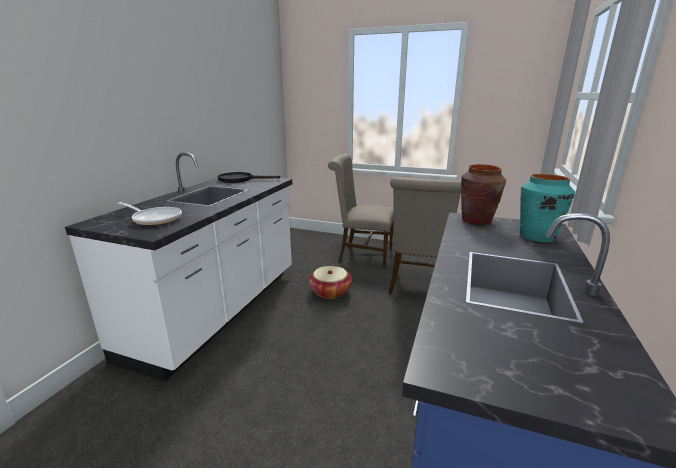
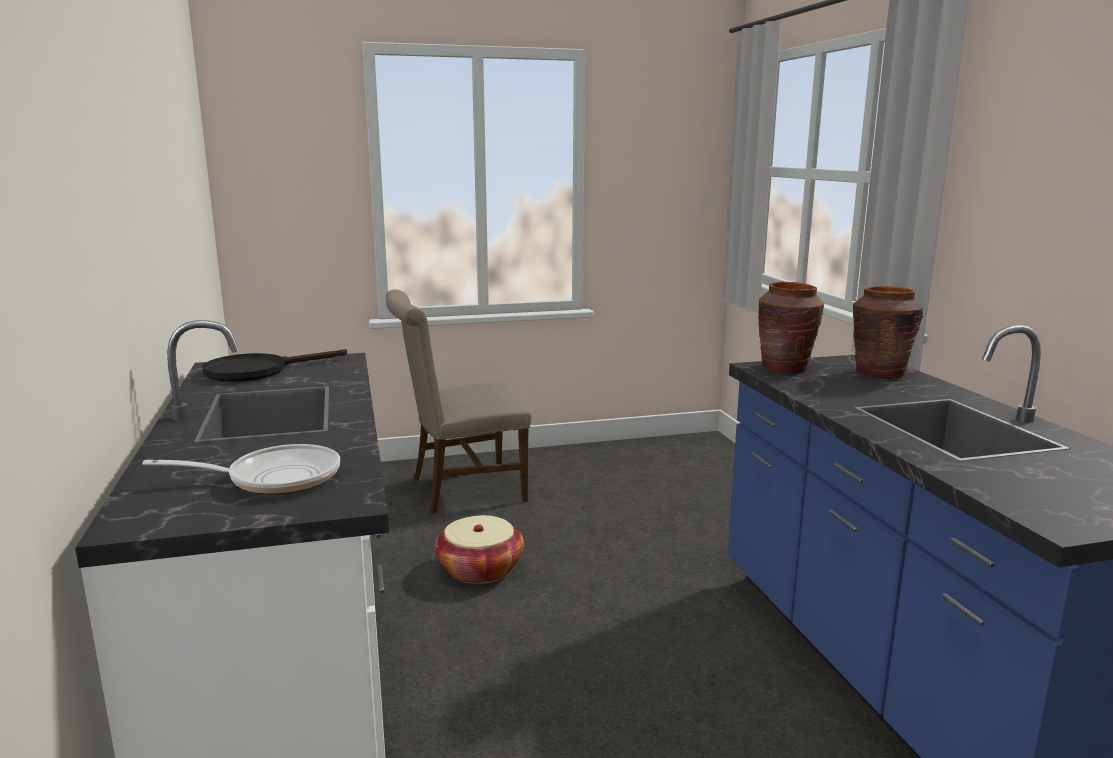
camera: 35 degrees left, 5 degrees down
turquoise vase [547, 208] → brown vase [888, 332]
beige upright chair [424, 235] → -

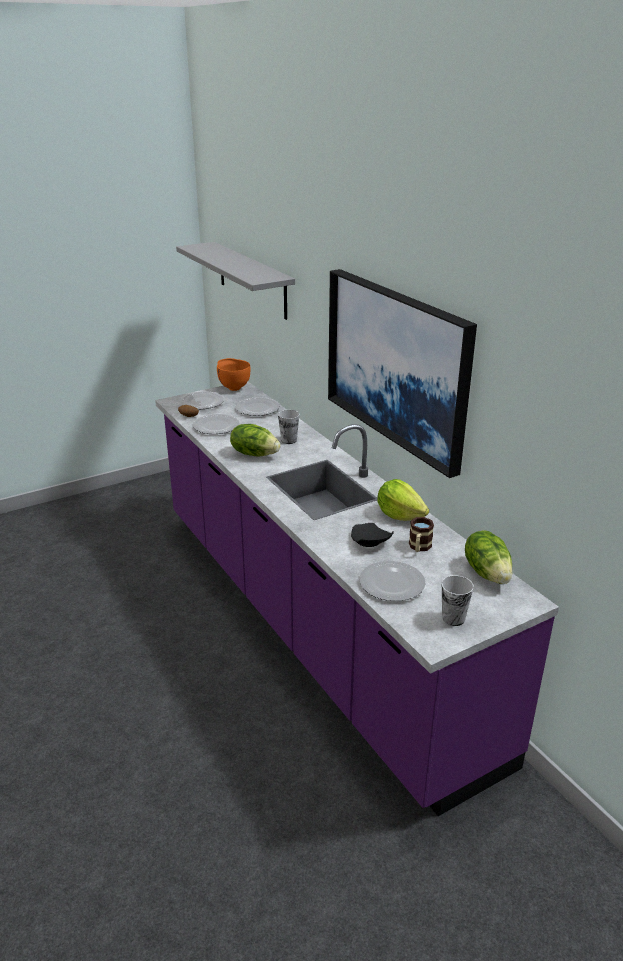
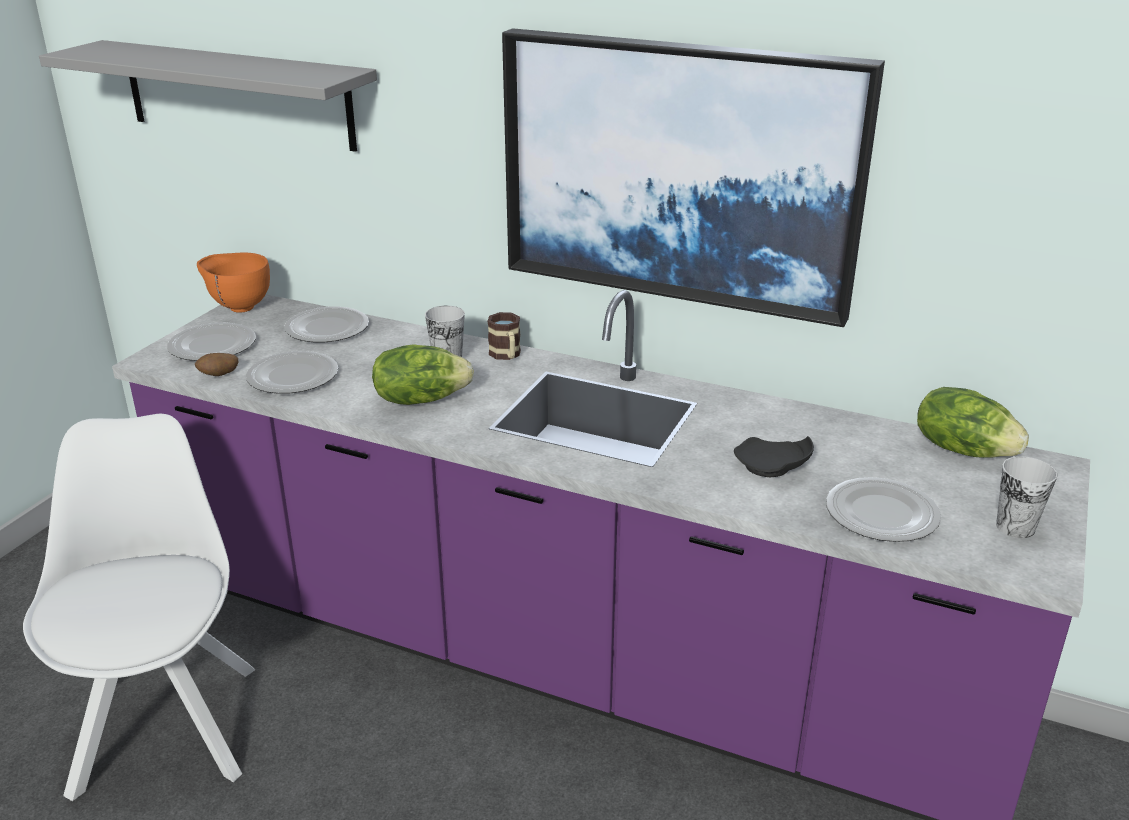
camera: 35 degrees left, 0 degrees up
- → whitish upright chair [139, 607]
tea mug [421, 534] → tea mug [504, 336], shifted
lettuce head [403, 500] → -

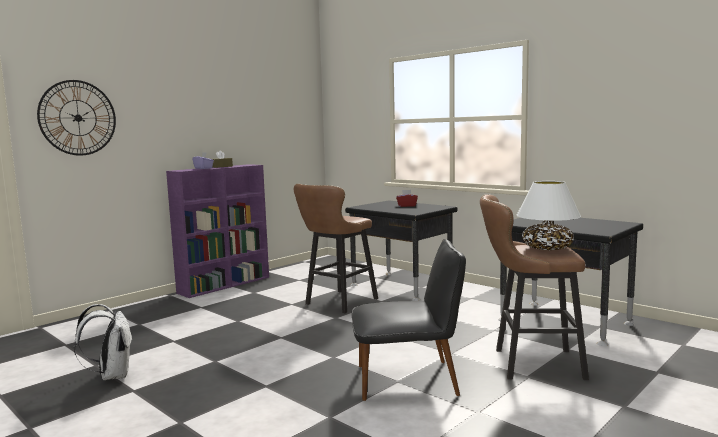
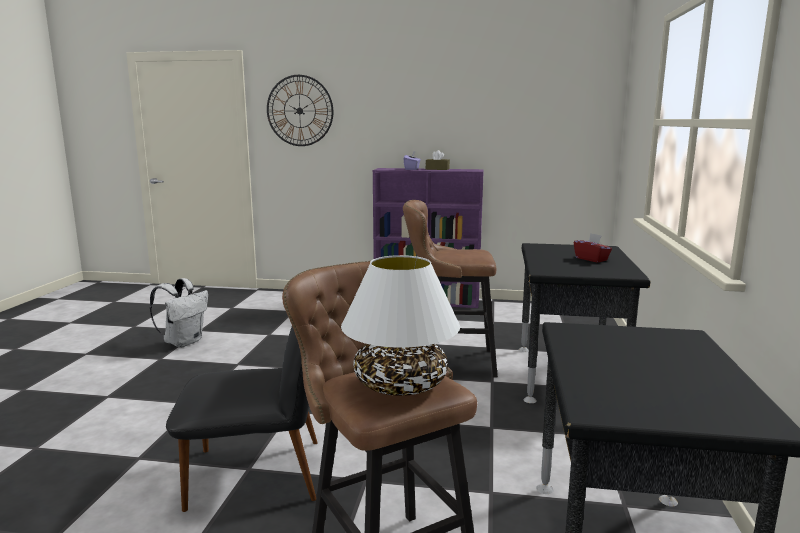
camera: 55 degrees right, 5 degrees up
black upright chair [409, 320] → black upright chair [241, 419], 60 degrees counterclockwise

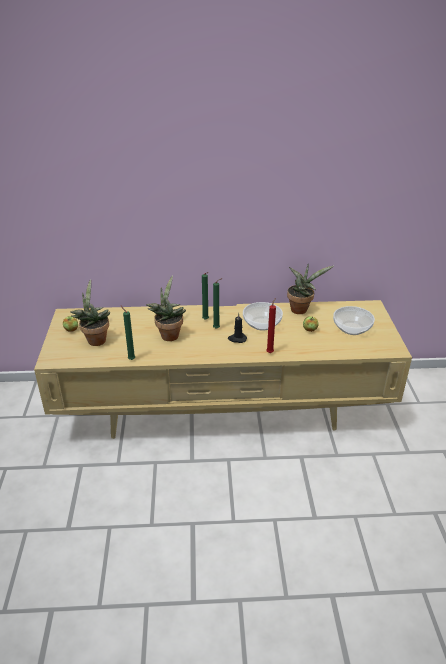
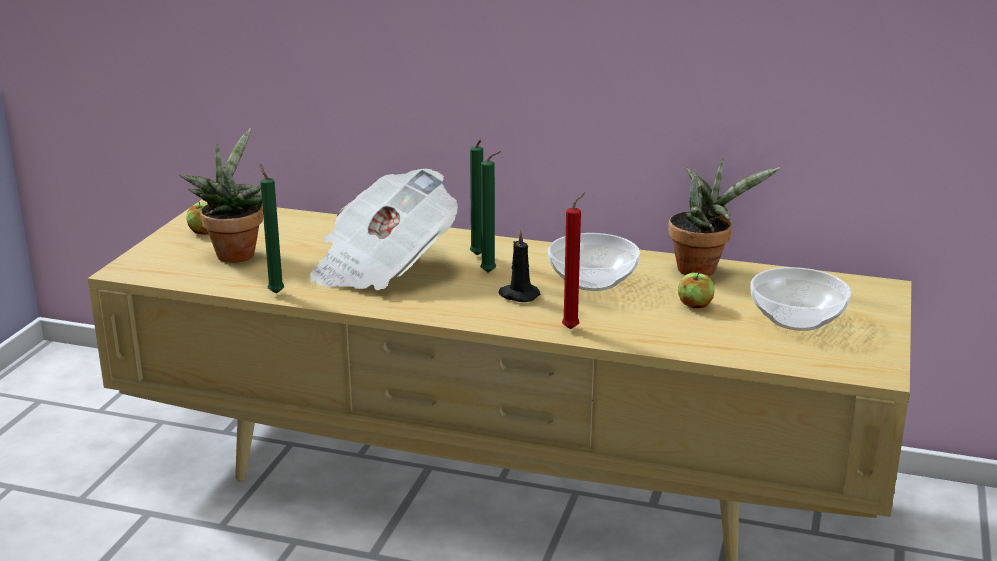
camera: 20 degrees right, 10 degrees down
houseplant [166, 308] → newspaper [384, 229]

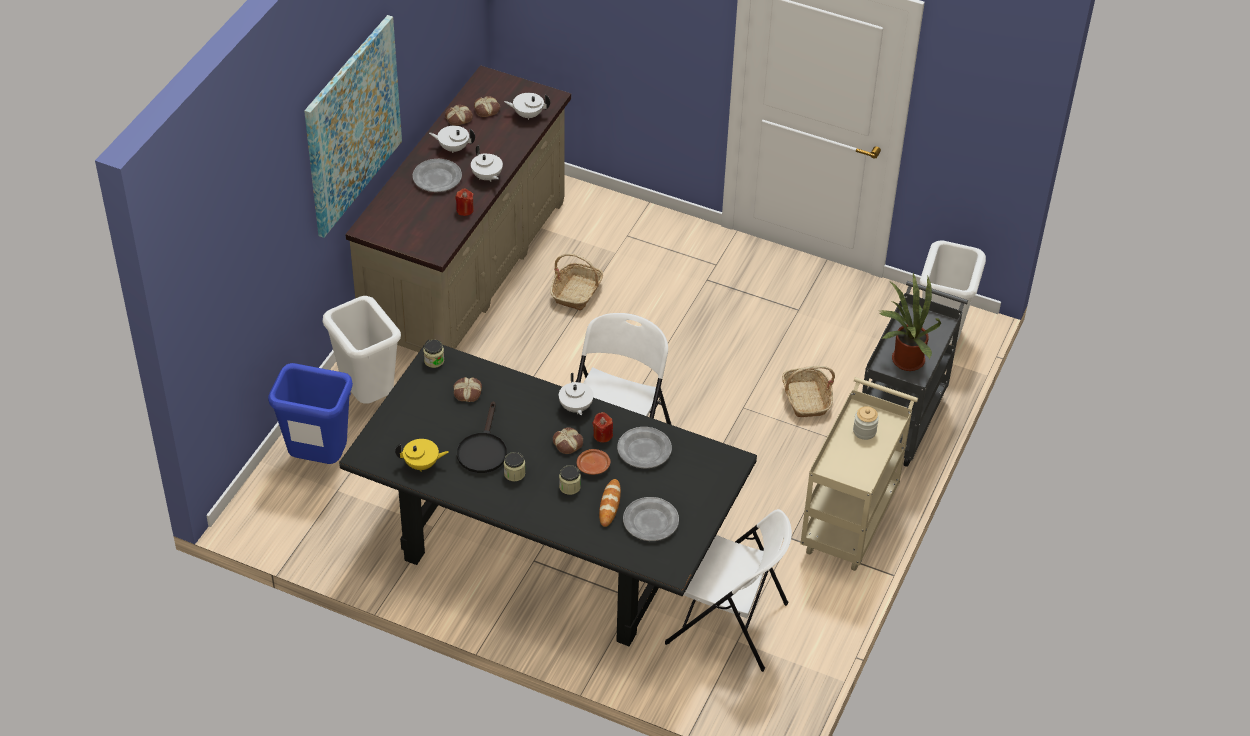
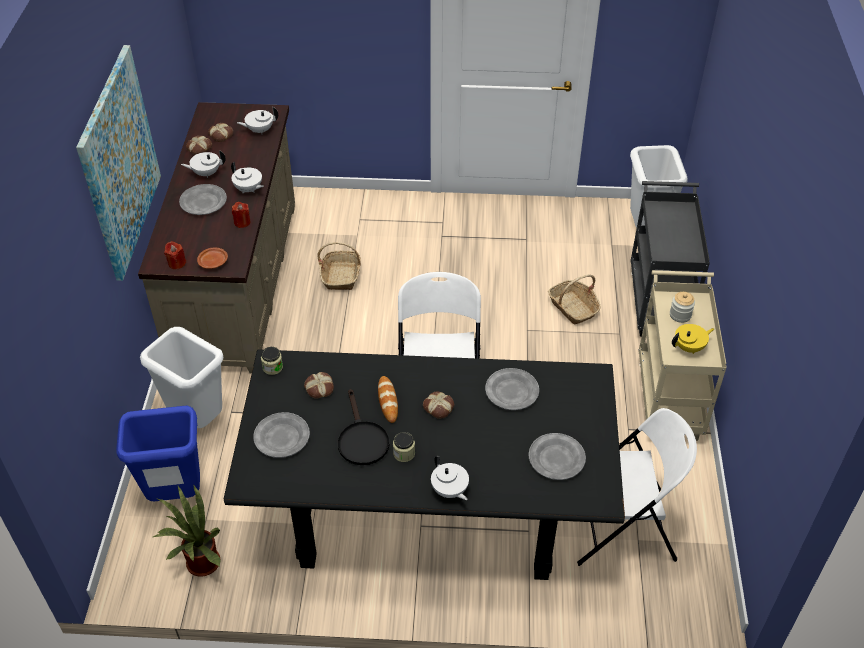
camera: 20 degrees left, 0 degrees up
houseplant [910, 322] → houseplant [187, 530], shifted
red wax candle [602, 427] → red wax candle [175, 255], shifted
brown plate [593, 462] → brown plate [212, 258], shifted
- → grey plate [281, 435]
bread [610, 503] → bread [388, 399], shifted
whitish pot for tea [576, 394] → whitish pot for tea [450, 478], shifted
yellow pot for tea [422, 455] → yellow pot for tea [693, 339], shifted
preserve jar [570, 480] → -

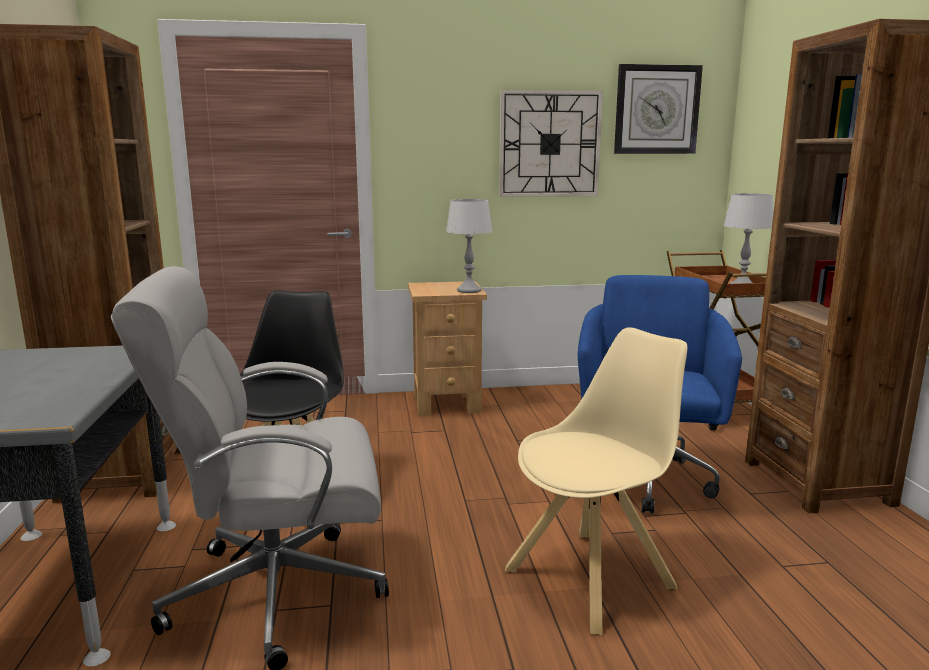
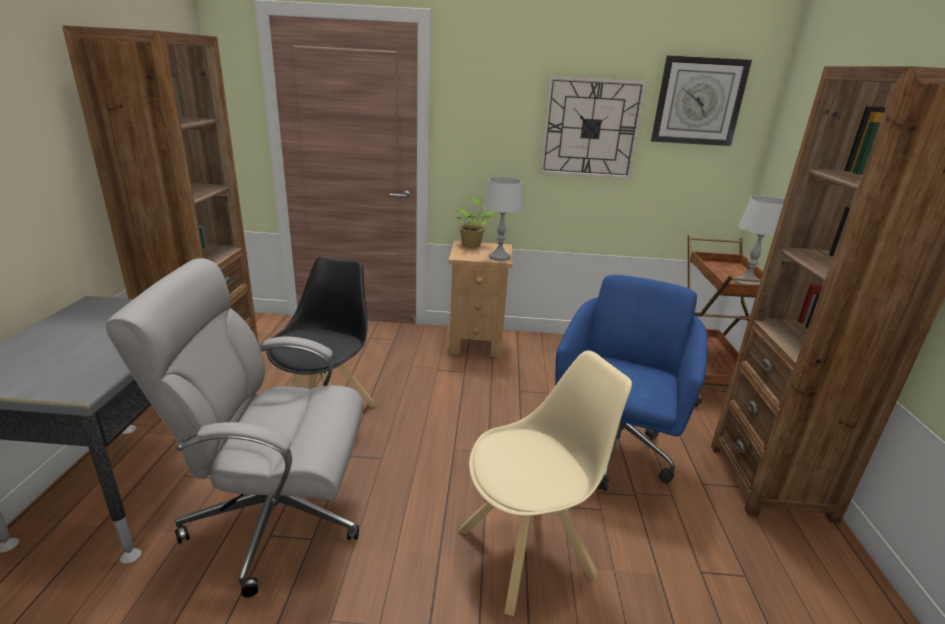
camera: 10 degrees right, 10 degrees up
- → houseplant [475, 223]

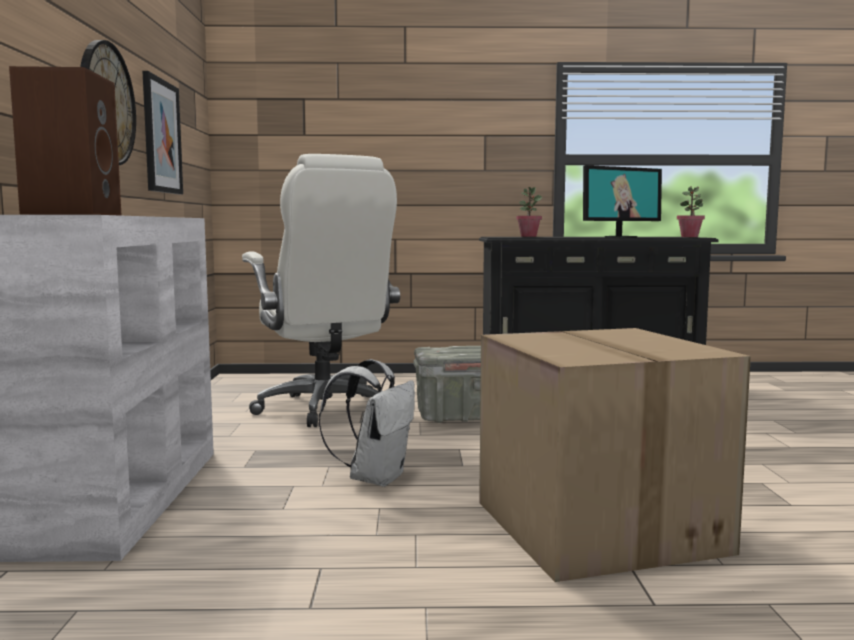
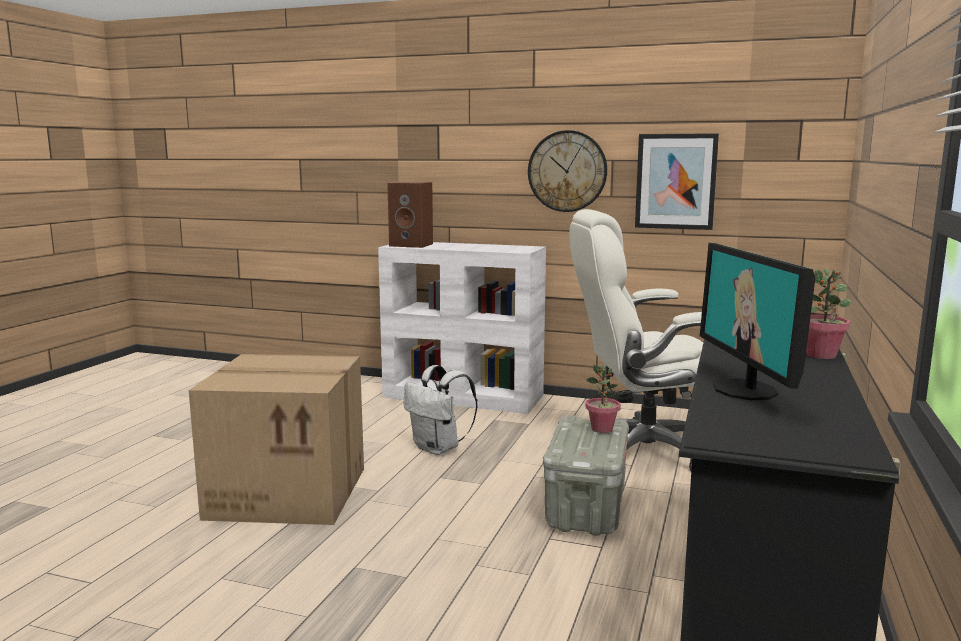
camera: 110 degrees right, 5 degrees up
houseplant [691, 211] → houseplant [603, 399], shifted

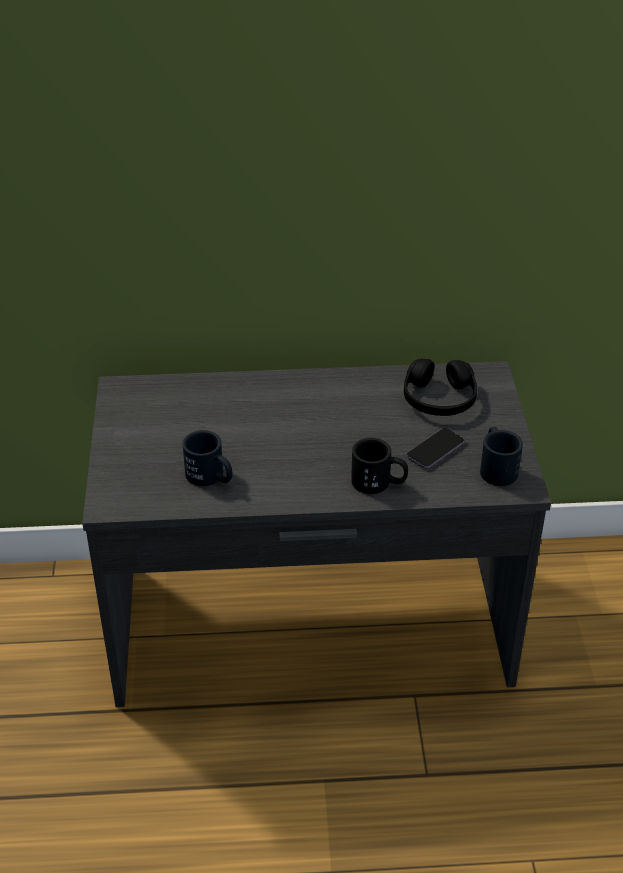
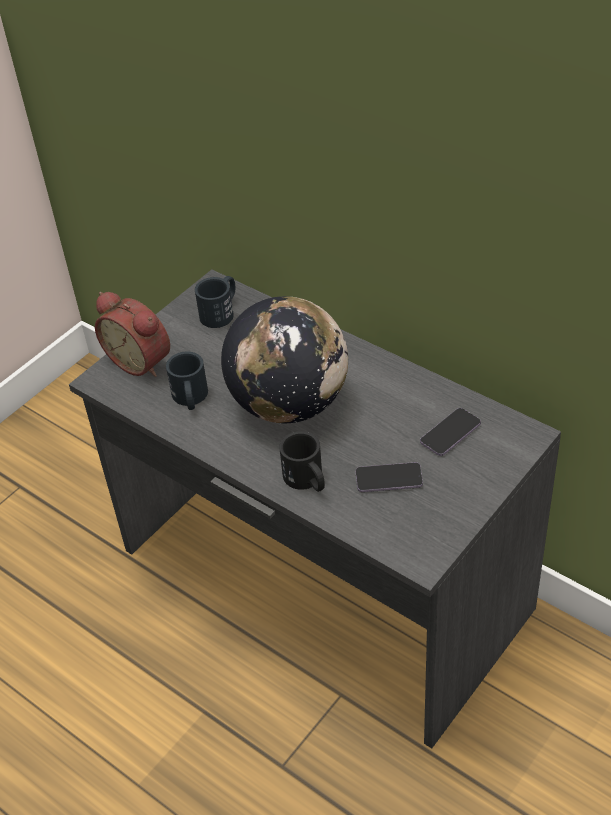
camera: 45 degrees right, 5 degrees up
- → bedside clock [132, 334]
black tea mug [501, 456] → black tea mug [215, 302], shifted
- → desk globe [284, 360]
black pair of headphones [440, 387] → phone [450, 432]

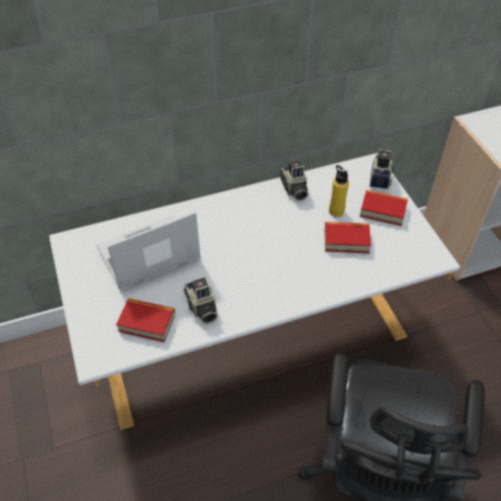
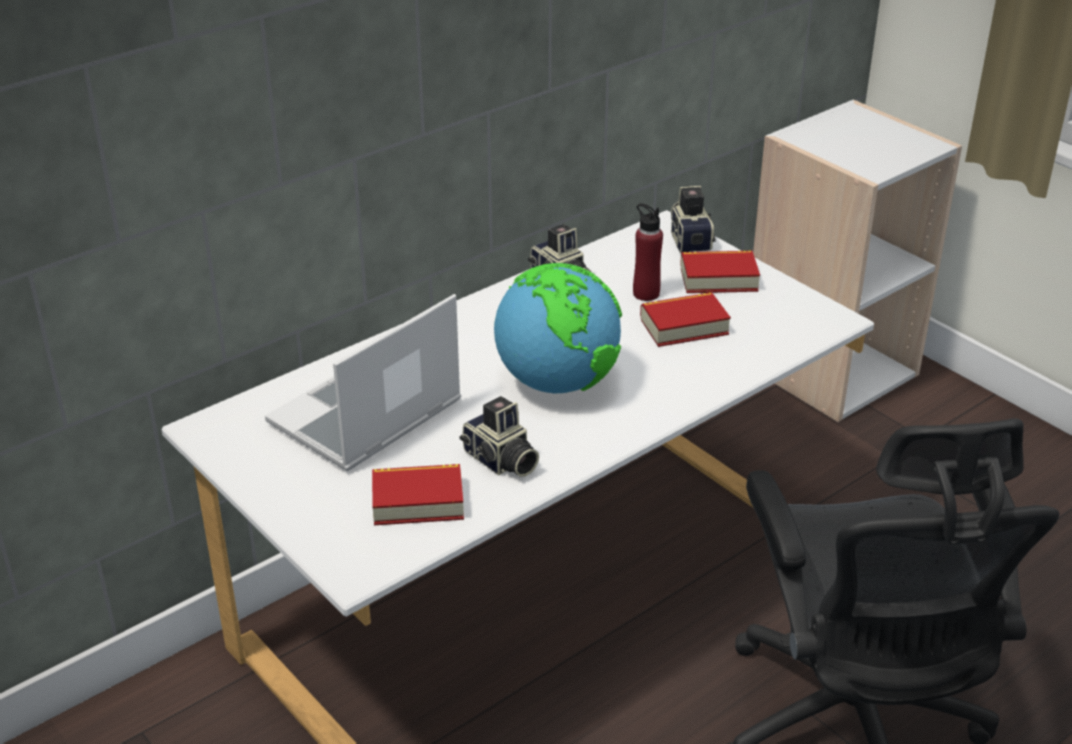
camera: 20 degrees left, 15 degrees down
- → desk globe [558, 328]
yellow bottle [339, 191] → red bottle [648, 252]

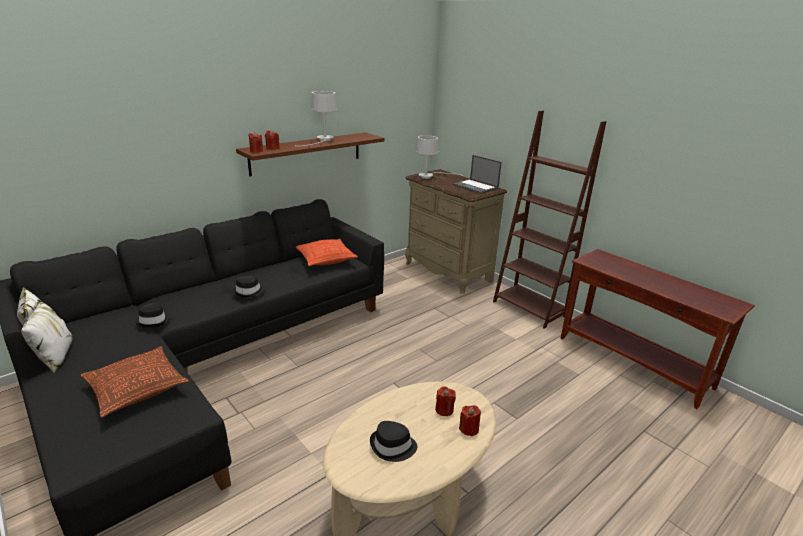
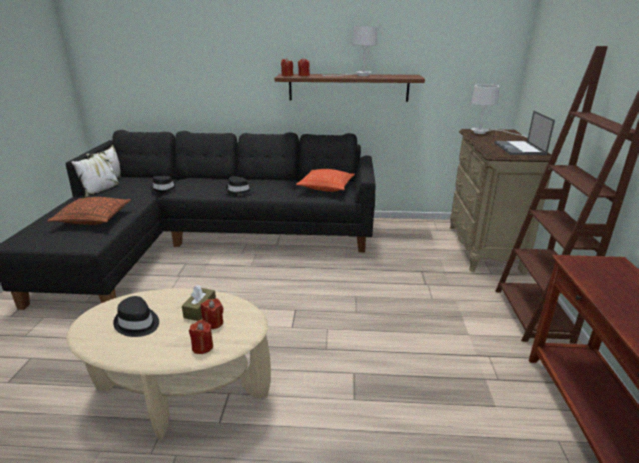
camera: 45 degrees right, 0 degrees up
- → brown tissue holder [199, 303]

